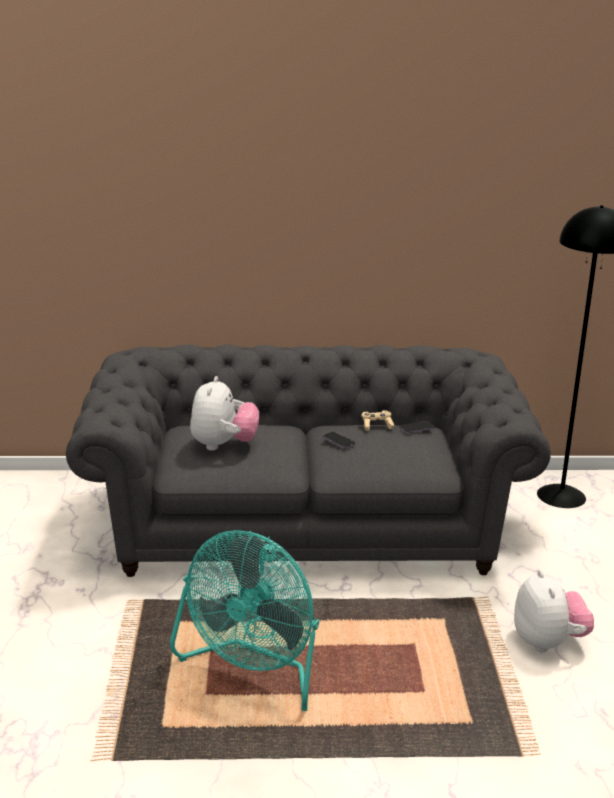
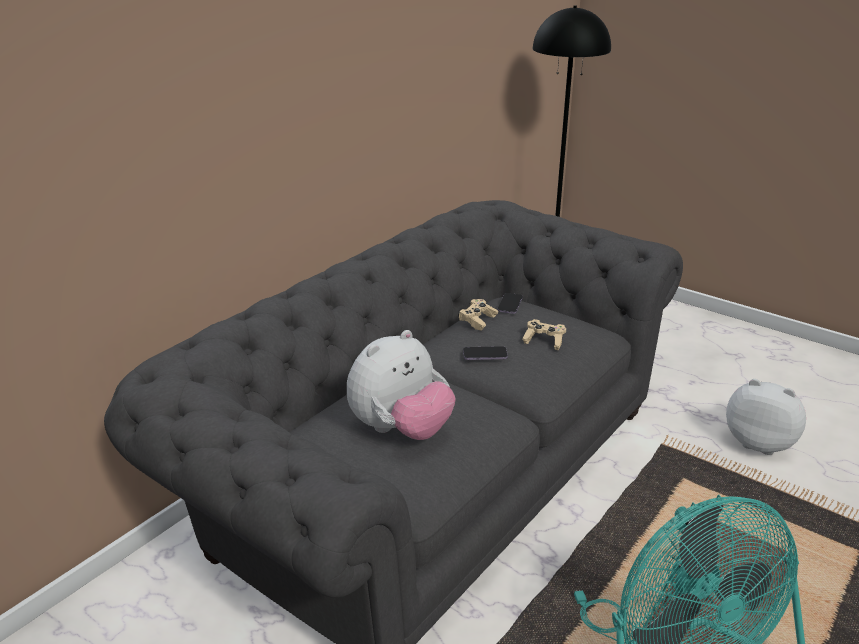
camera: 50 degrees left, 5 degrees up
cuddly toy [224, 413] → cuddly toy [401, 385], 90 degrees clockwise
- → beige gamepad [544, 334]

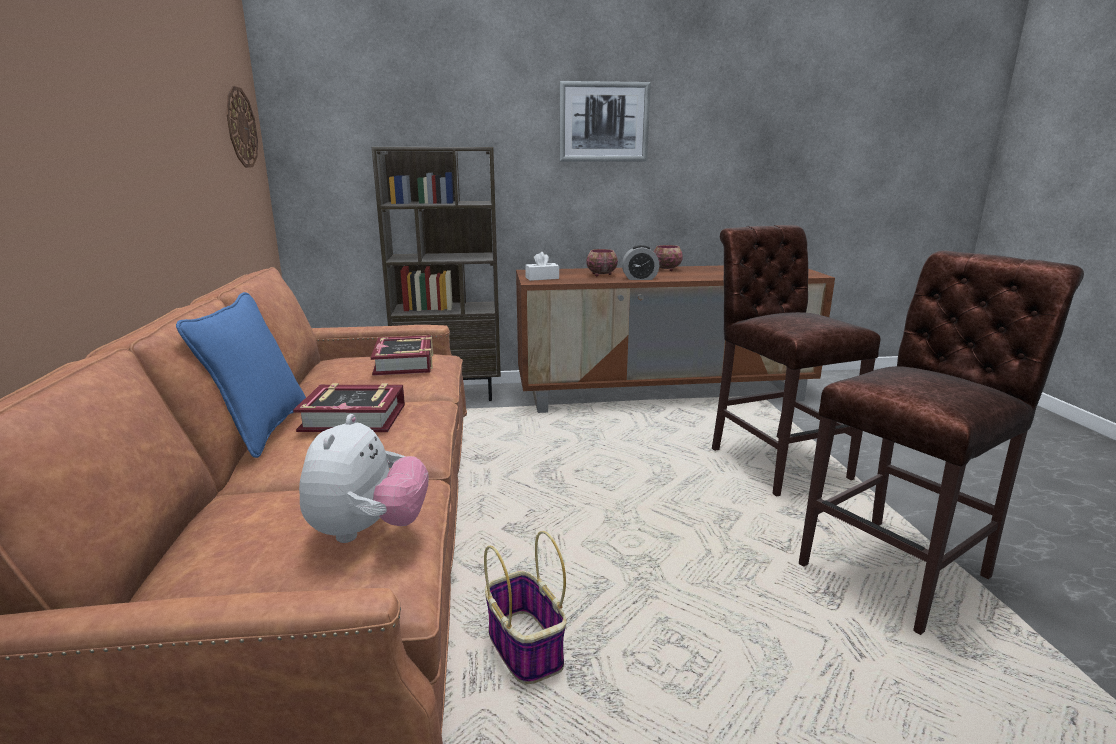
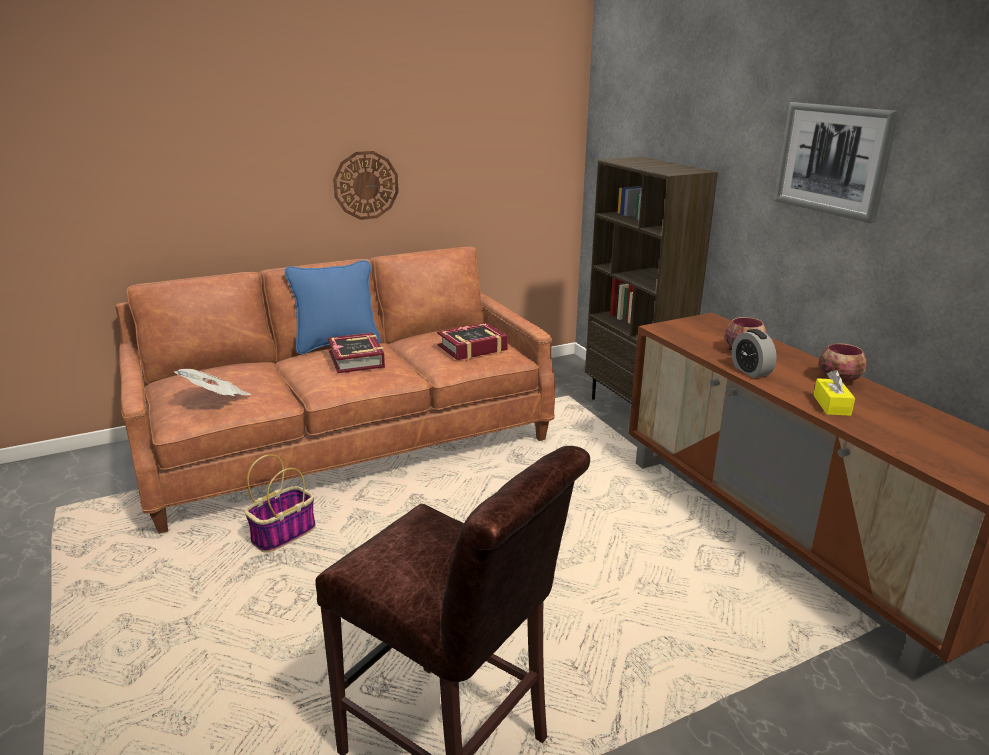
camera: 70 degrees right, 5 degrees up
cuddly toy [363, 478] → newspaper [212, 382]
wall clock [242, 127] → wall clock [366, 185], shifted
- → yellow tissue holder [834, 393]
whitish tissue holder [542, 266] → -
brown sitting stool [796, 361] → -

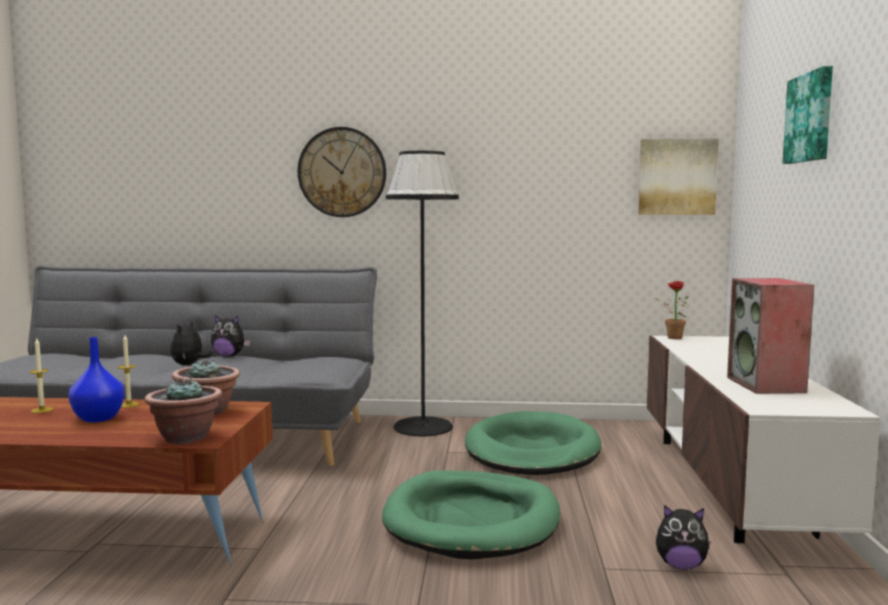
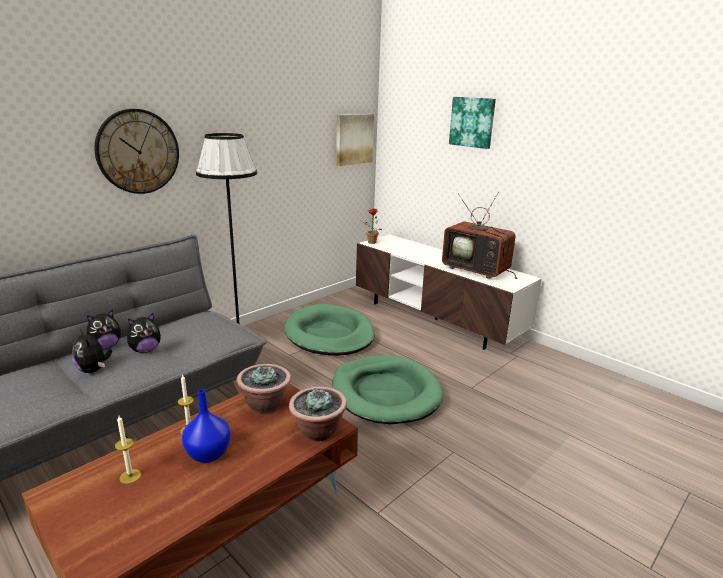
camera: 50 degrees left, 15 degrees up
cuddly toy [683, 537] → cuddly toy [144, 333], shifted
audio speaker [770, 336] → TV set [480, 235]

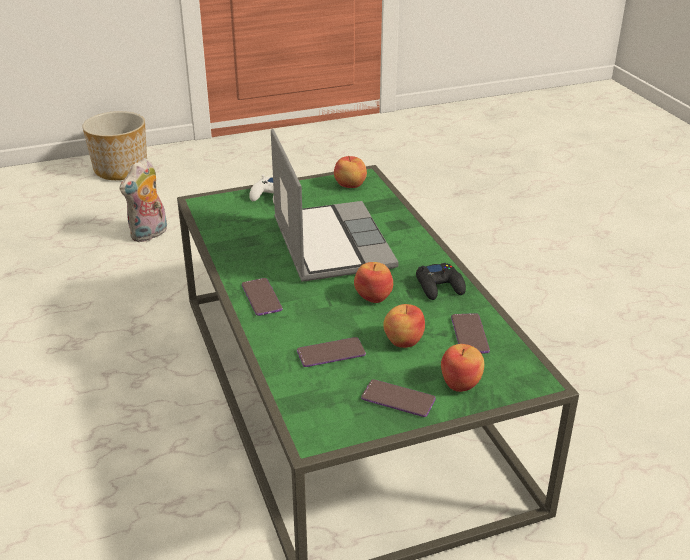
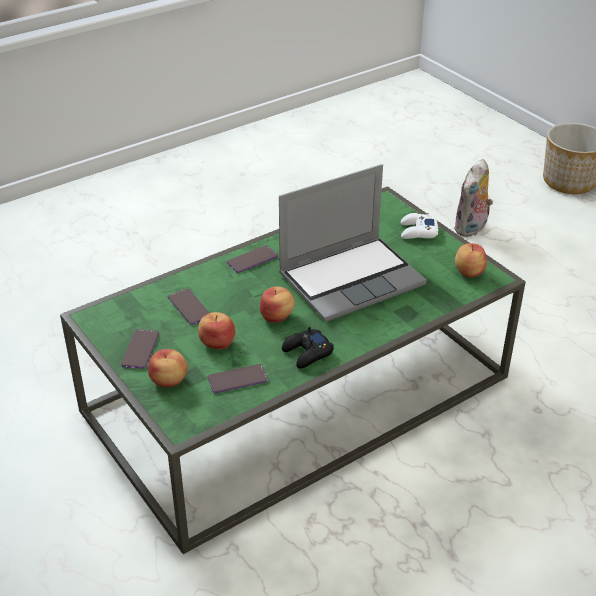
camera: 75 degrees right, 5 degrees up
cuddly toy [143, 200] → cuddly toy [473, 198], 75 degrees counterclockwise

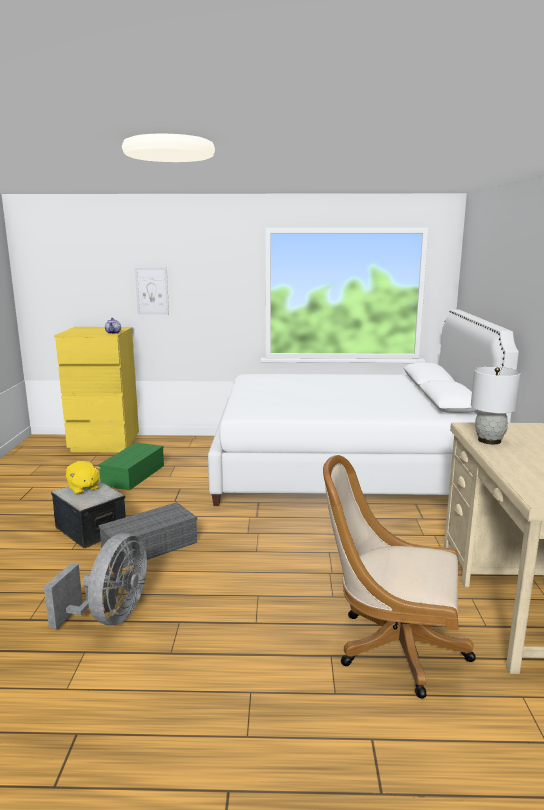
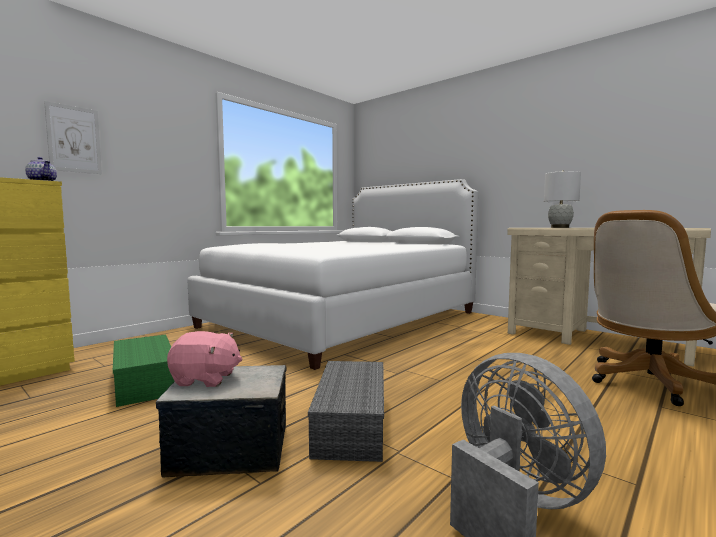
camera: 50 degrees left, 10 degrees down
yellow cuddly toy [83, 477] → pinkish cuddly toy [204, 359]

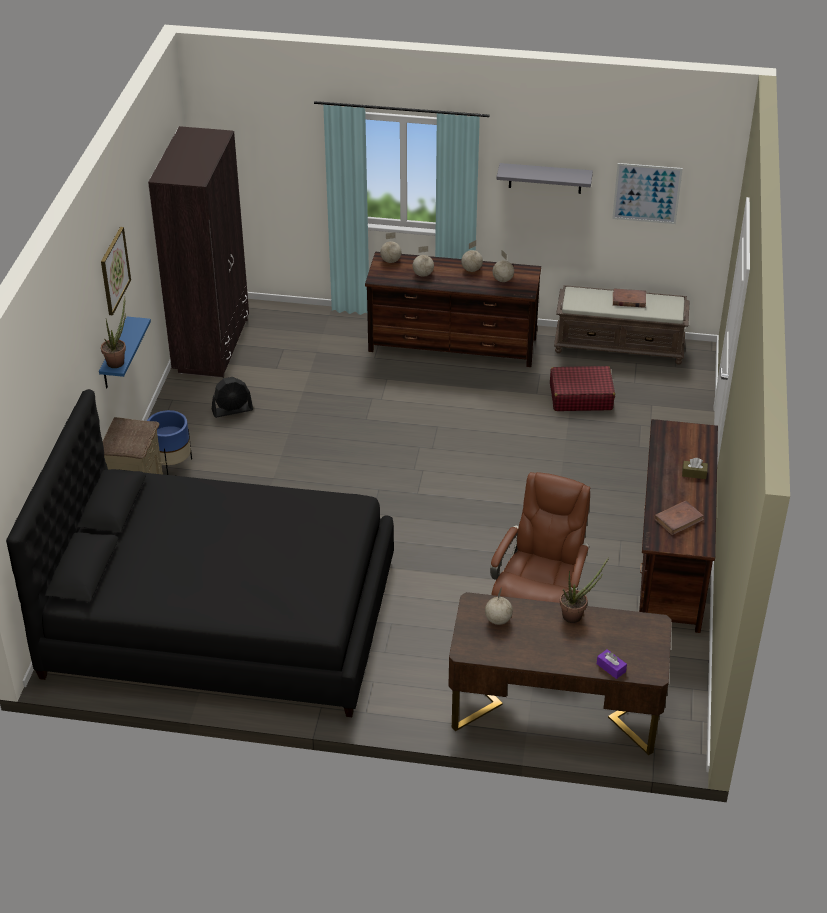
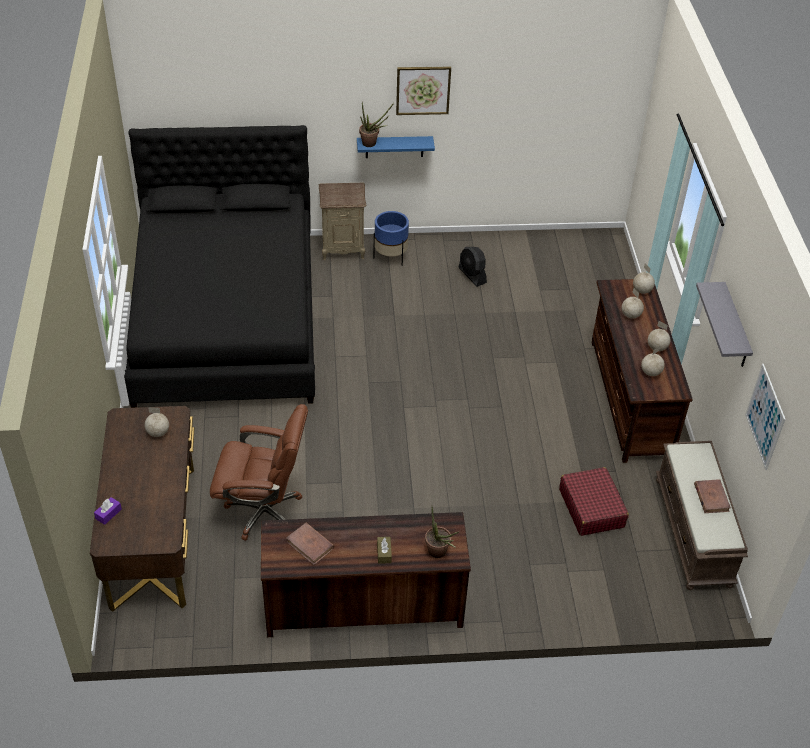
camera: 75 degrees right, 5 degrees up
houseplant [584, 590] → houseplant [442, 532], shifted
brown clothes cupboard [198, 252] → -

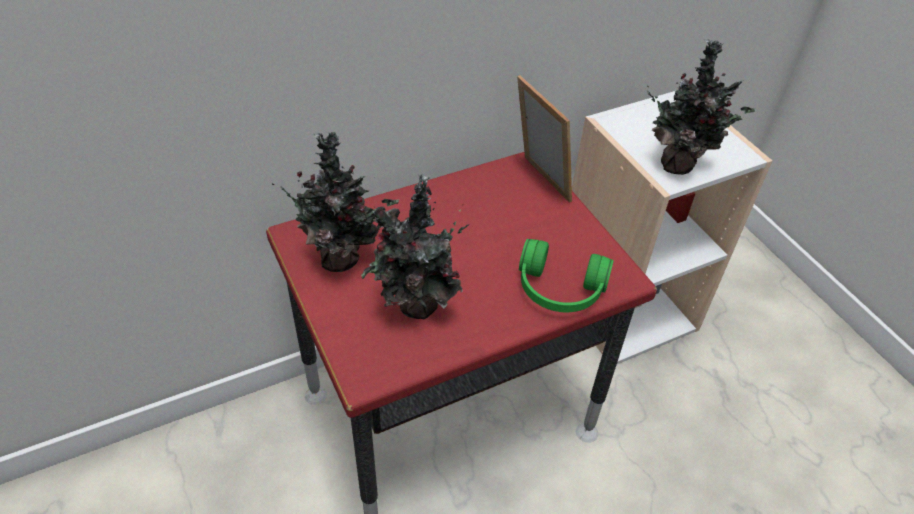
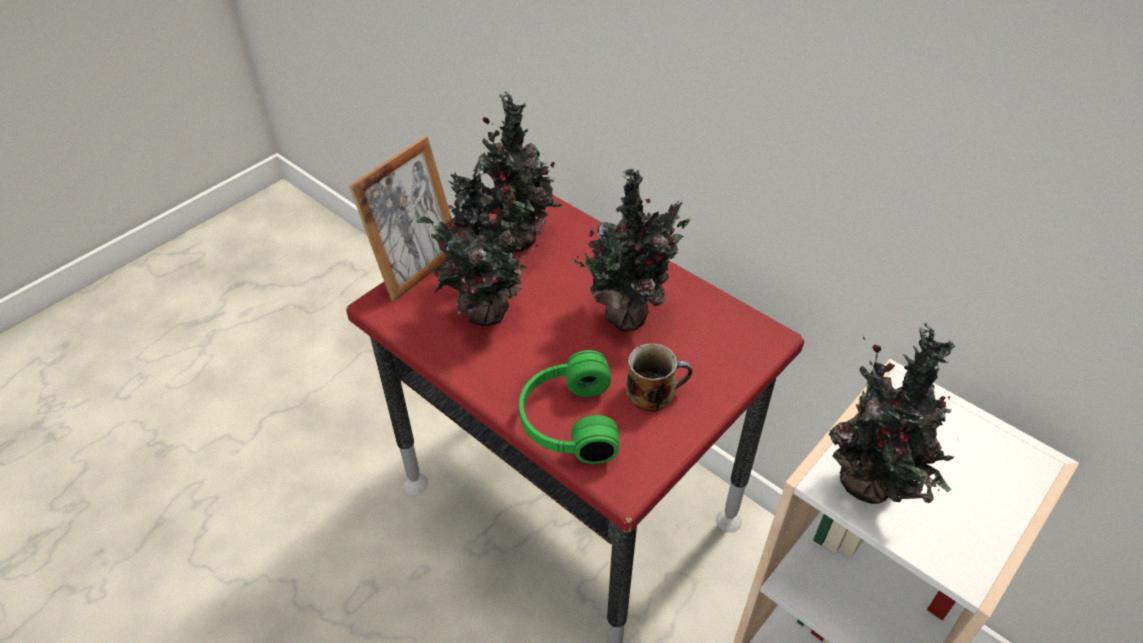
camera: 70 degrees right, 0 degrees up
standing frame [544, 139] → standing frame [400, 219], shifted
- → houseplant [631, 250]
- → tea mug [659, 377]

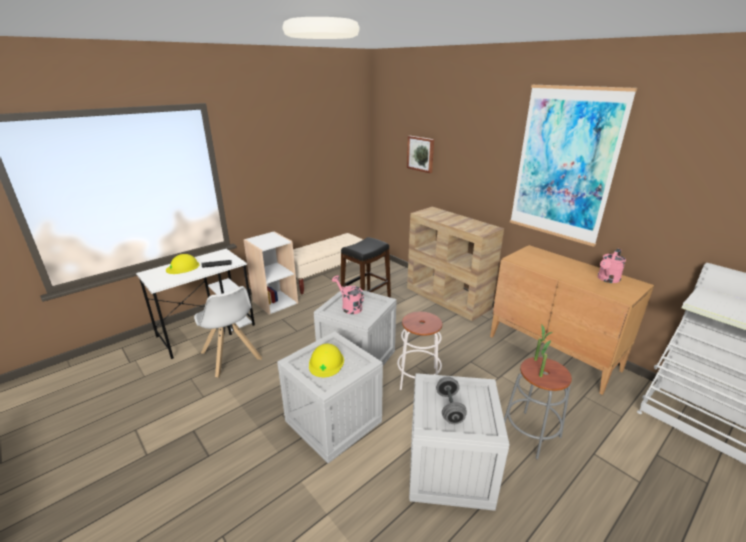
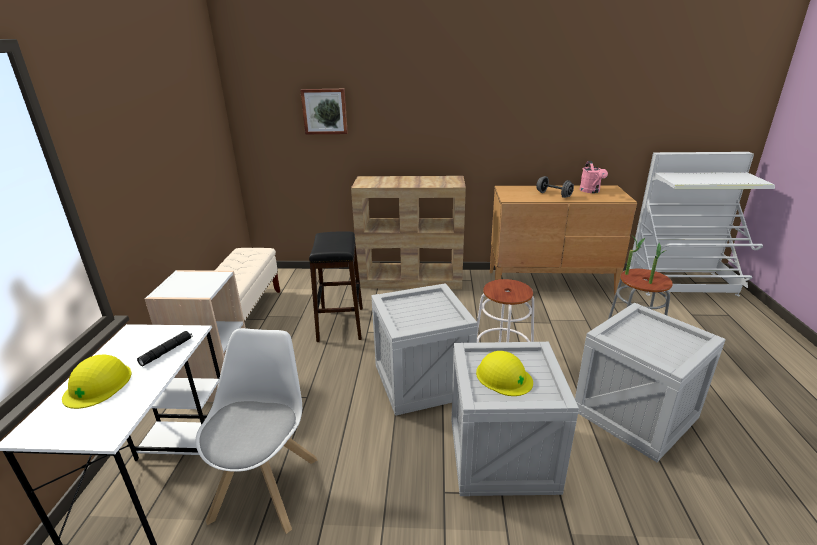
camera: 45 degrees left, 0 degrees up
upright chair [228, 331] → upright chair [256, 431], 90 degrees counterclockwise
grey dumbbell [451, 400] → grey dumbbell [555, 187], shifted
pinkish watering pot [348, 294] → -
picture [573, 166] → -

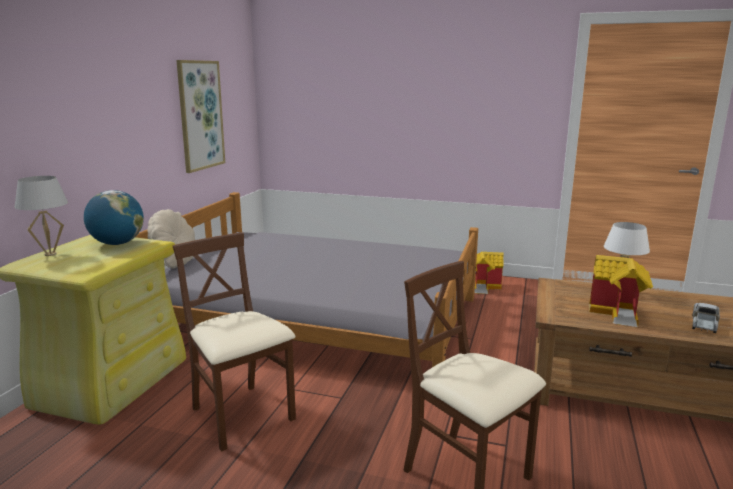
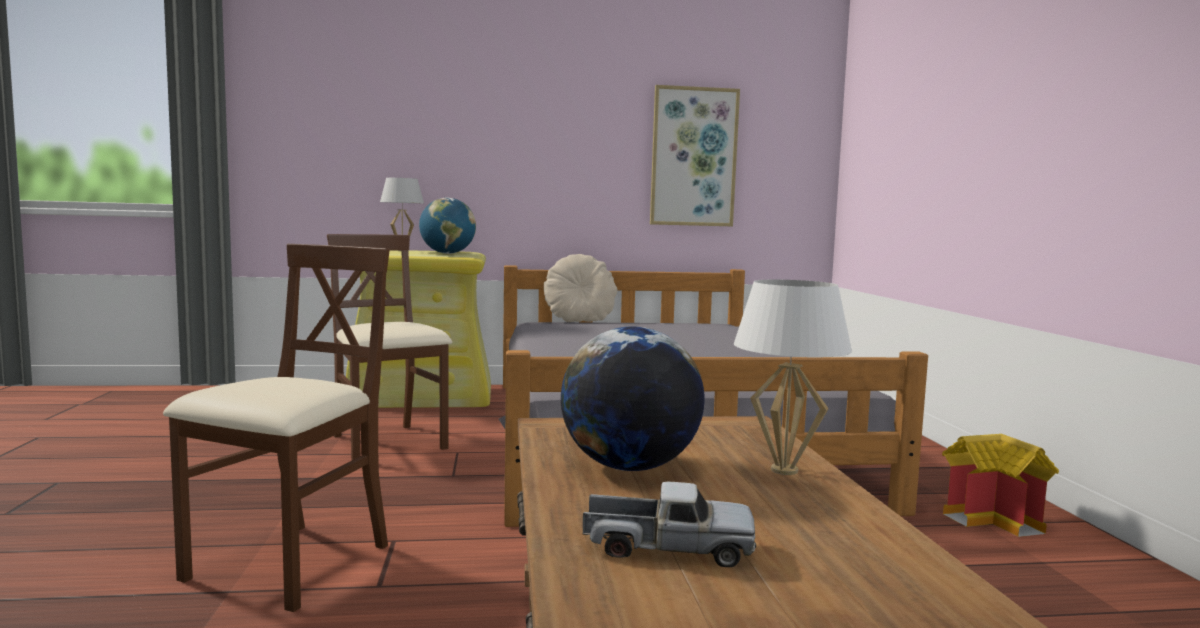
camera: 65 degrees right, 10 degrees down
brown upright chair [234, 341] → brown upright chair [389, 347], 60 degrees counterclockwise
model house [621, 291] → desk globe [633, 399]

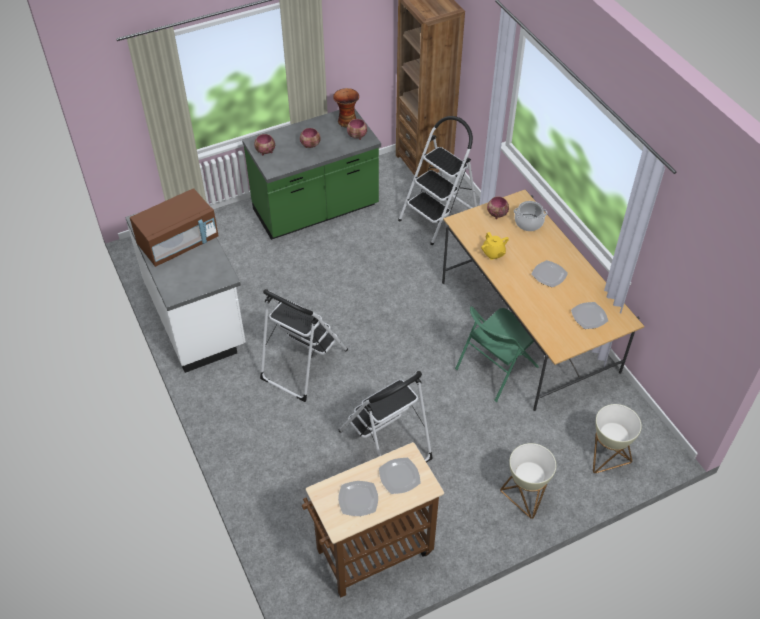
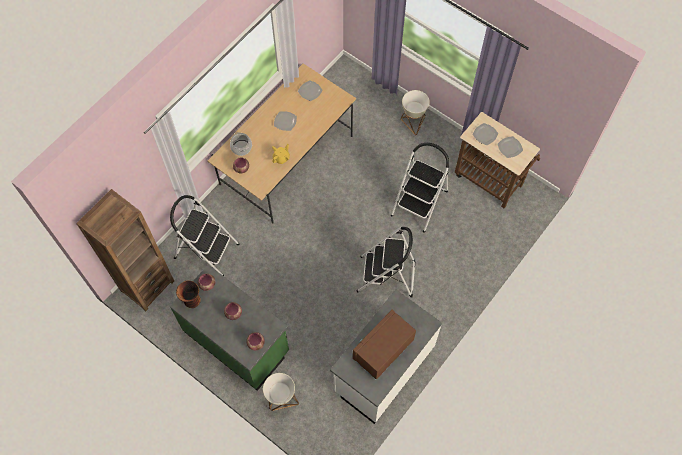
camera: 115 degrees left, 15 degrees up
plant pot [617, 438] → plant pot [281, 392], shifted
brown kitchen microwave [174, 227] → brown kitchen microwave [384, 345], 75 degrees counterclockwise
greenish upright chair [497, 354] → -

